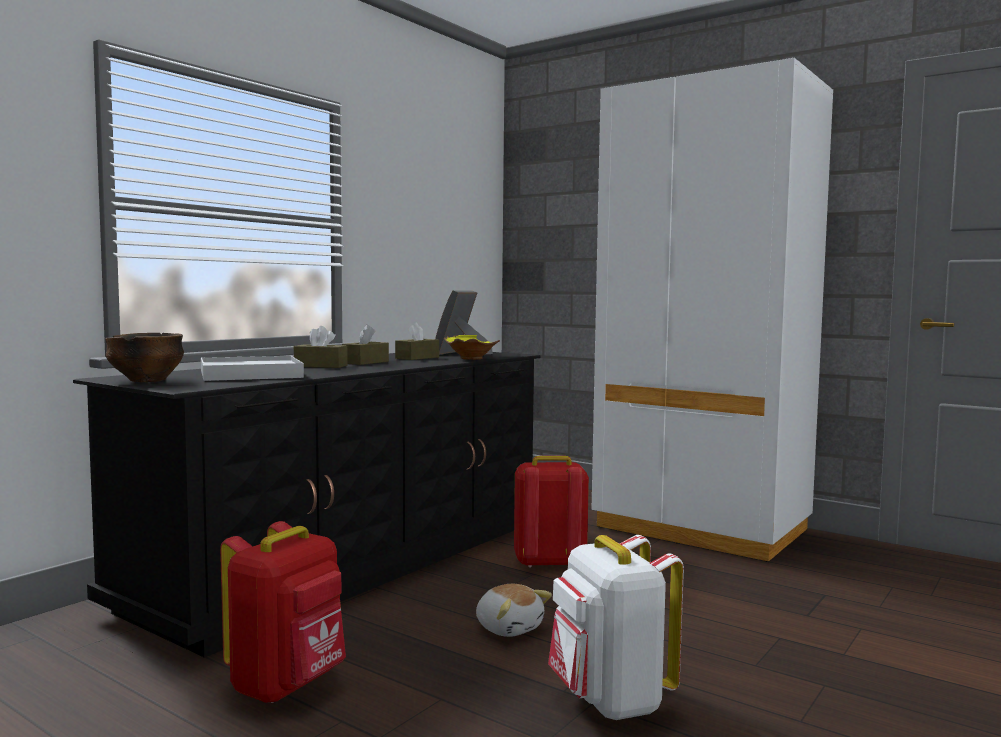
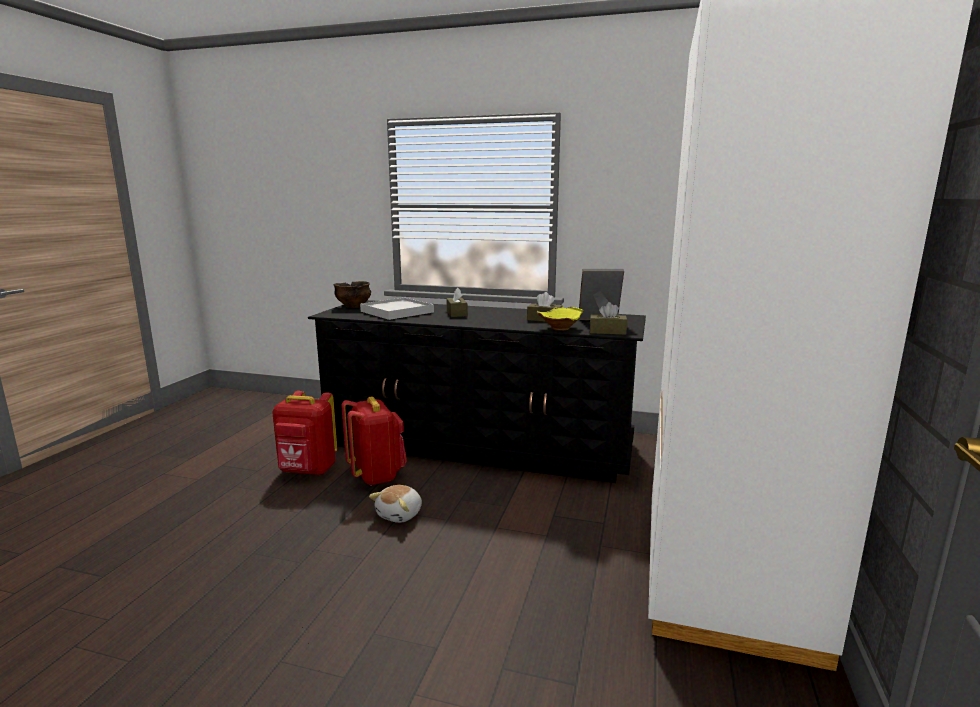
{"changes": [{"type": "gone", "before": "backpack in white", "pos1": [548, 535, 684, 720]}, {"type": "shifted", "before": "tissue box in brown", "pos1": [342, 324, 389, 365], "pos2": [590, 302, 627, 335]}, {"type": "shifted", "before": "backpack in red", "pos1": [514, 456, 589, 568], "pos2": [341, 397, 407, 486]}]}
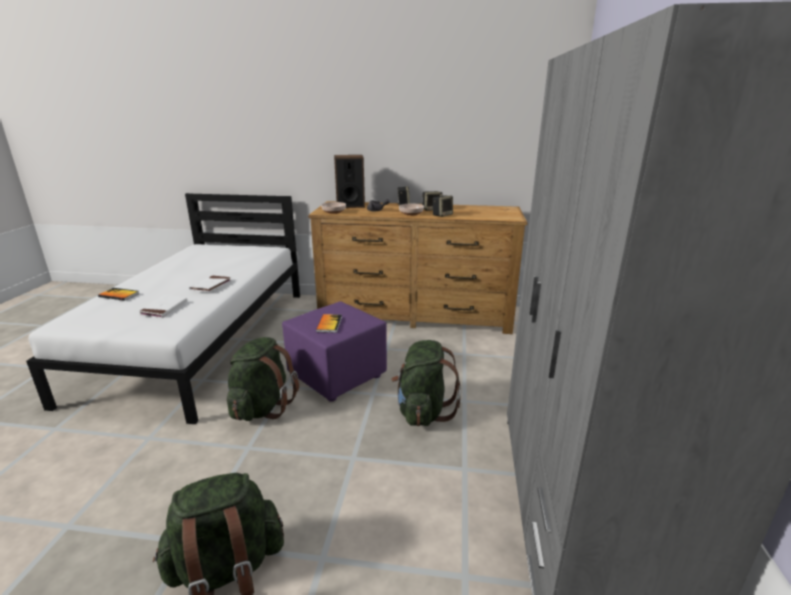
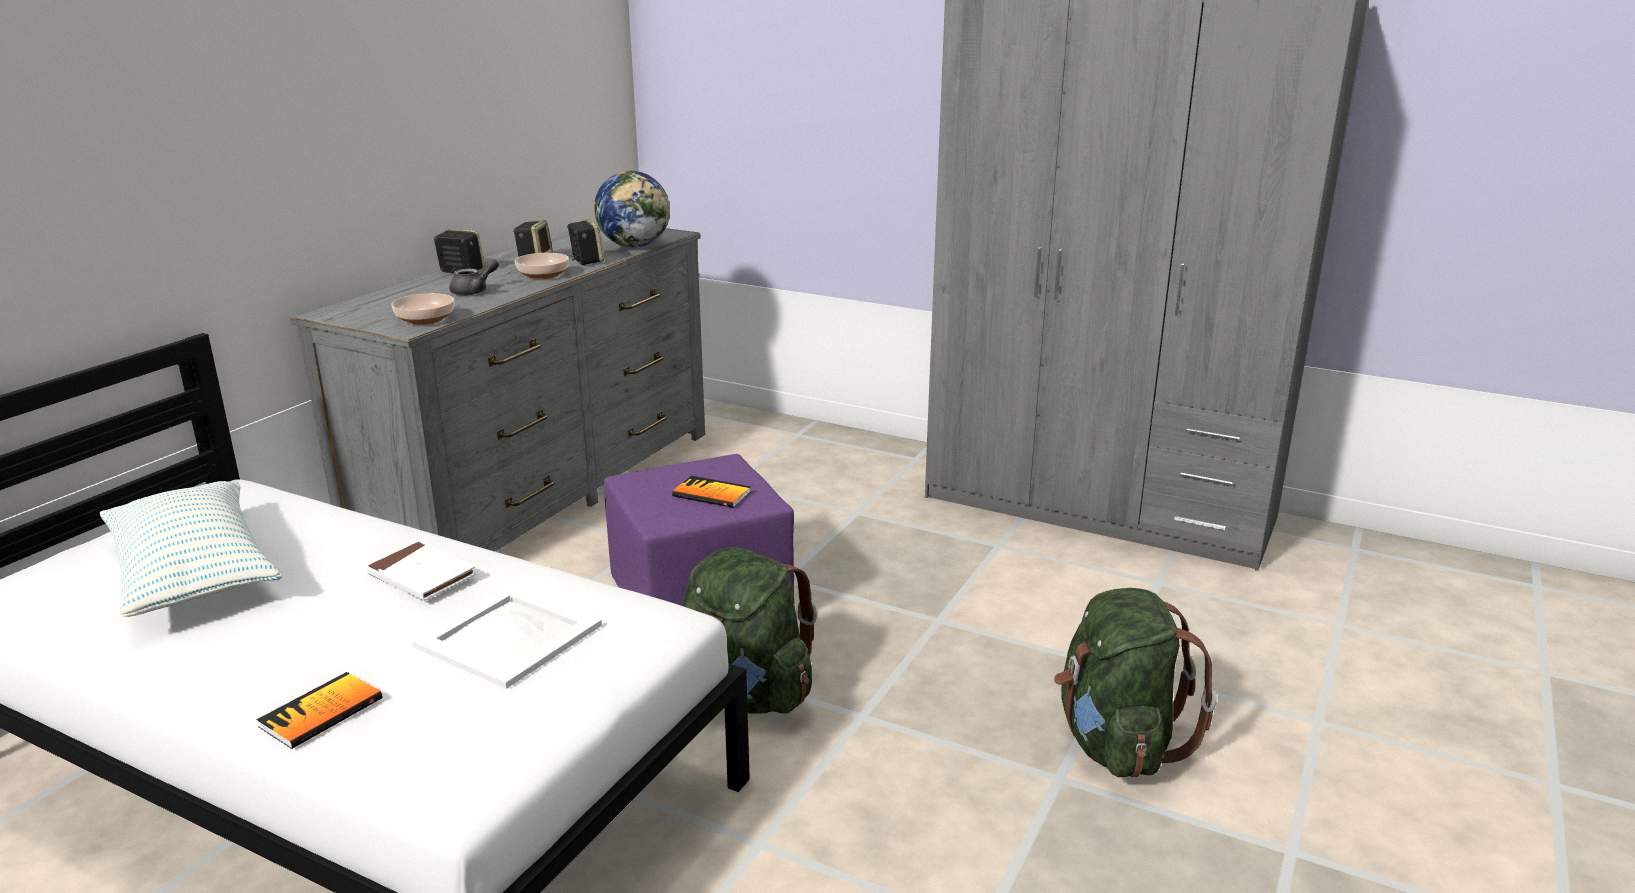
{"changes": [{"type": "gone", "before": "audio speaker", "pos1": [334, 155, 365, 208]}, {"type": "gone", "before": "backpack in greenish", "pos1": [391, 340, 461, 426]}, {"type": "new", "after": "cushion", "pos2": [100, 481, 282, 617]}, {"type": "new", "after": "world globe", "pos2": [594, 171, 670, 247]}, {"type": "swapped", "before": "bound book in white", "after": "serving tray in white", "pos1": [138, 295, 187, 318], "pos2": [412, 585, 602, 689]}, {"type": "repainted", "before": "dresser in brown", "after": "dresser in greyish", "pos1": [308, 201, 528, 334], "pos2": [290, 221, 705, 552]}]}
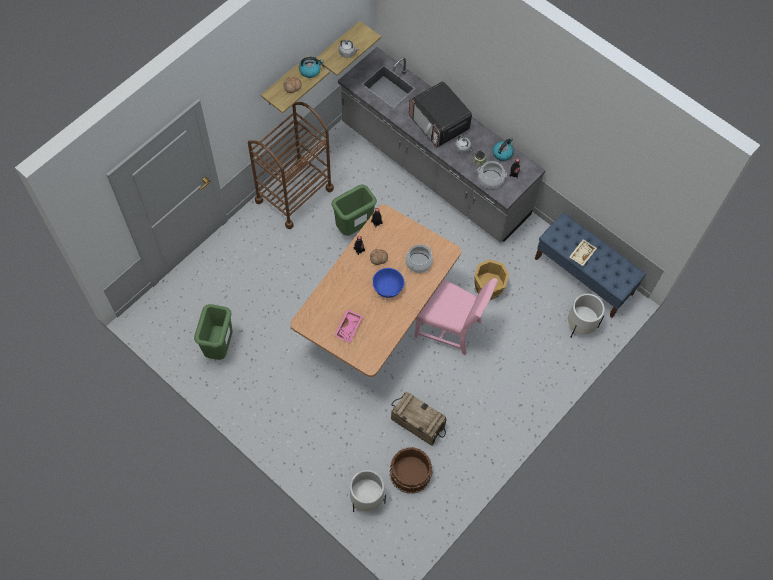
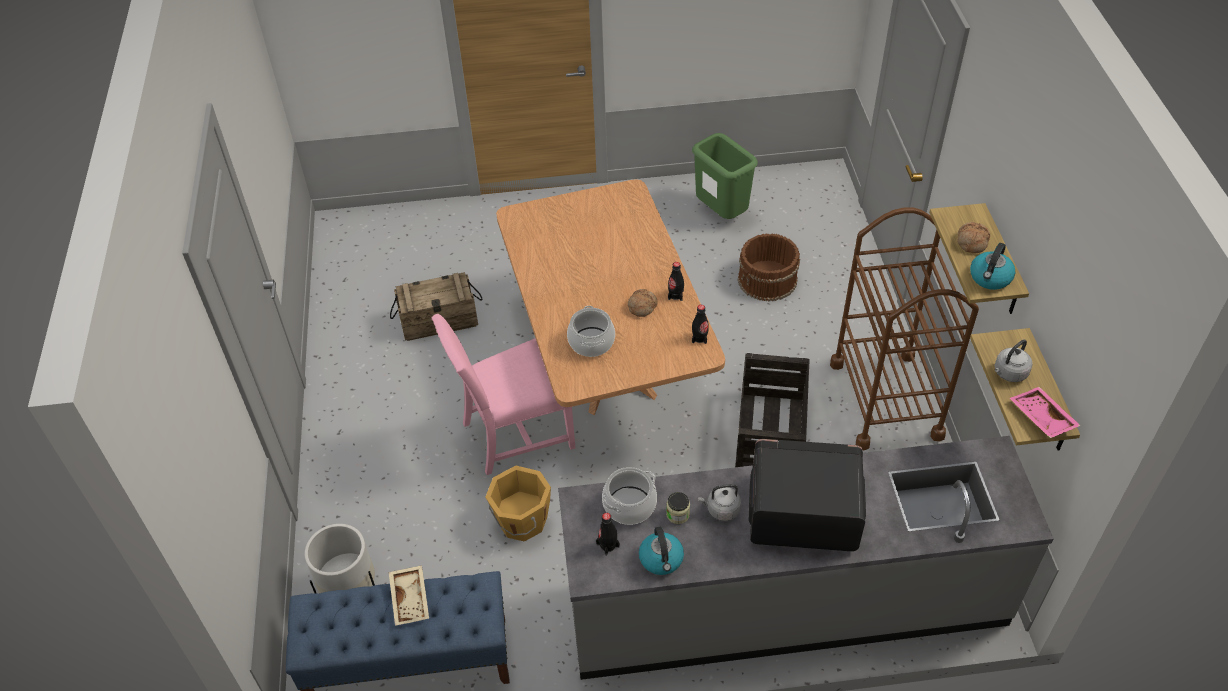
{"changes": [{"type": "gone", "before": "planter in white", "pos1": [350, 470, 386, 512]}, {"type": "gone", "before": "bowl in blue", "pos1": [372, 268, 404, 298]}, {"type": "shifted", "before": "serving tray in pinkish", "pos1": [334, 309, 363, 342], "pos2": [1010, 387, 1081, 438]}, {"type": "shifted", "before": "bucket in brown", "pos1": [389, 447, 433, 494], "pos2": [738, 233, 800, 302]}, {"type": "swapped", "before": "rubbish bin in greenish", "after": "crate", "pos1": [332, 185, 377, 236], "pos2": [735, 353, 810, 467]}]}
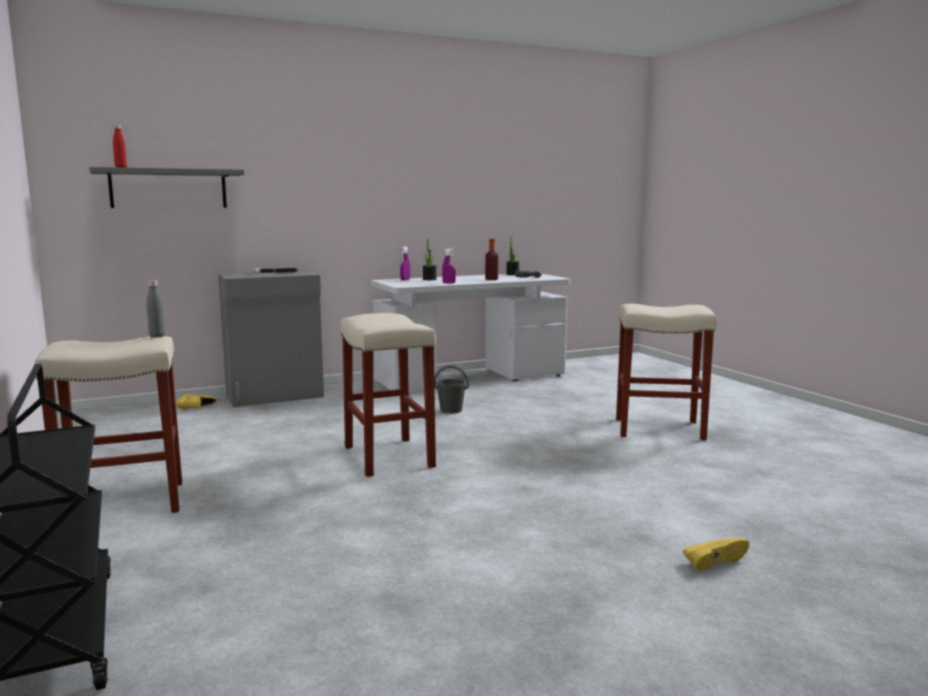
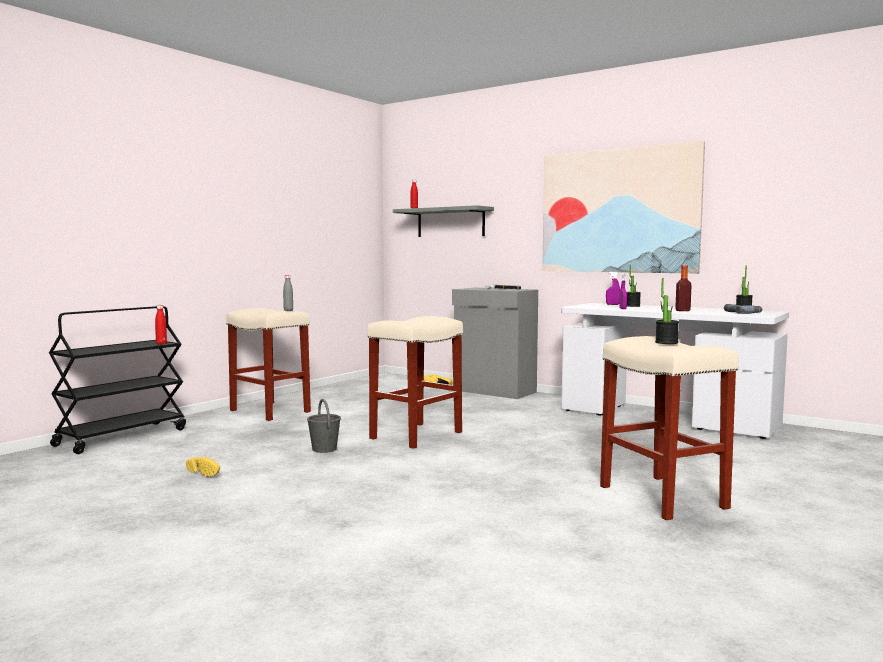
{"changes": [{"type": "new", "after": "bottle in red", "pos2": [155, 305, 167, 344]}, {"type": "new", "after": "picture", "pos2": [542, 141, 705, 274]}, {"type": "new", "after": "houseplant", "pos2": [655, 278, 679, 344]}, {"type": "shifted", "before": "bucket in greyish", "pos1": [434, 366, 469, 414], "pos2": [307, 399, 341, 453]}, {"type": "shifted", "before": "low shoe in yellow-coloured", "pos1": [683, 538, 750, 571], "pos2": [186, 457, 220, 477]}]}
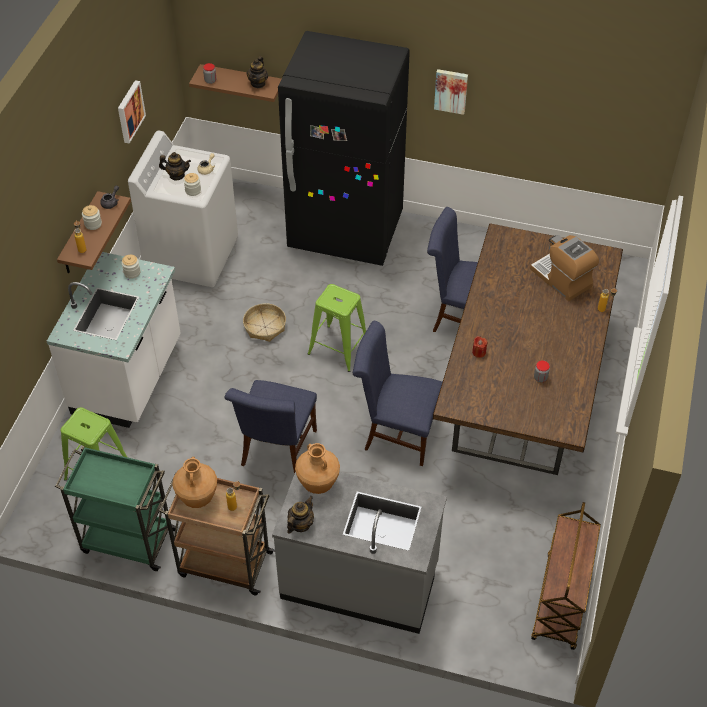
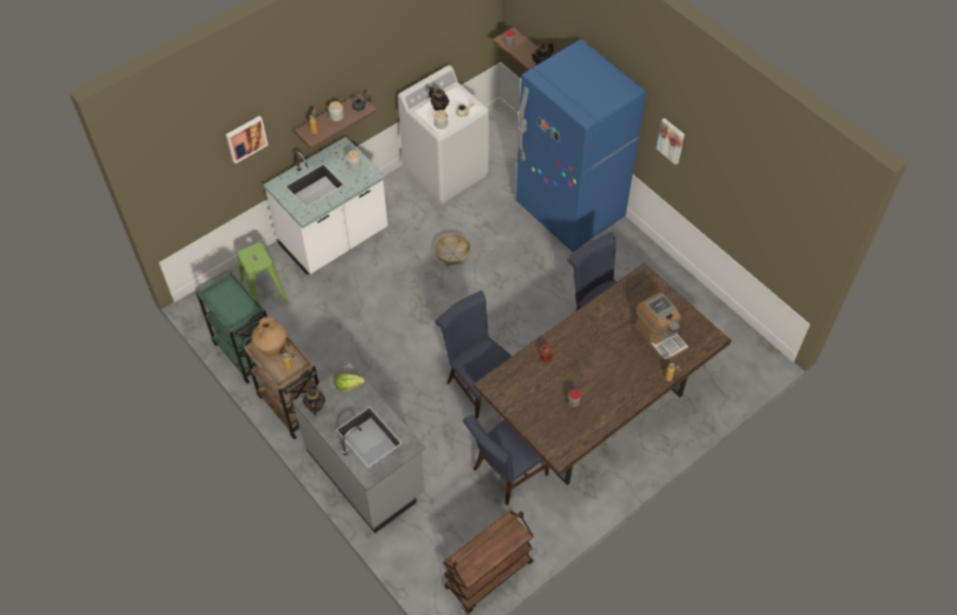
{"changes": [{"type": "gone", "before": "sitting stool in greenish", "pos1": [308, 284, 366, 372]}, {"type": "shifted", "before": "picture", "pos1": [118, 80, 146, 144], "pos2": [226, 116, 268, 164]}, {"type": "shifted", "before": "plain chair in blue", "pos1": [224, 380, 317, 474], "pos2": [463, 416, 549, 506]}, {"type": "swapped", "before": "vase in brown", "after": "lettuce", "pos1": [295, 443, 340, 494], "pos2": [335, 374, 365, 392]}, {"type": "repainted", "before": "kitchen fridge in black", "after": "kitchen fridge in blue", "pos1": [278, 31, 410, 266], "pos2": [516, 39, 646, 252]}, {"type": "rotated", "before": "tea pot", "pos1": [287, 496, 314, 534], "pos2": [303, 381, 326, 416], "turn": -75}, {"type": "rotated", "before": "coffee maker", "pos1": [530, 235, 599, 301], "pos2": [634, 292, 689, 363], "turn": 150}]}
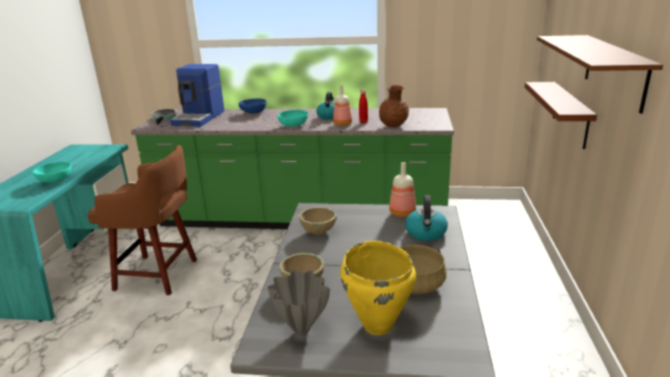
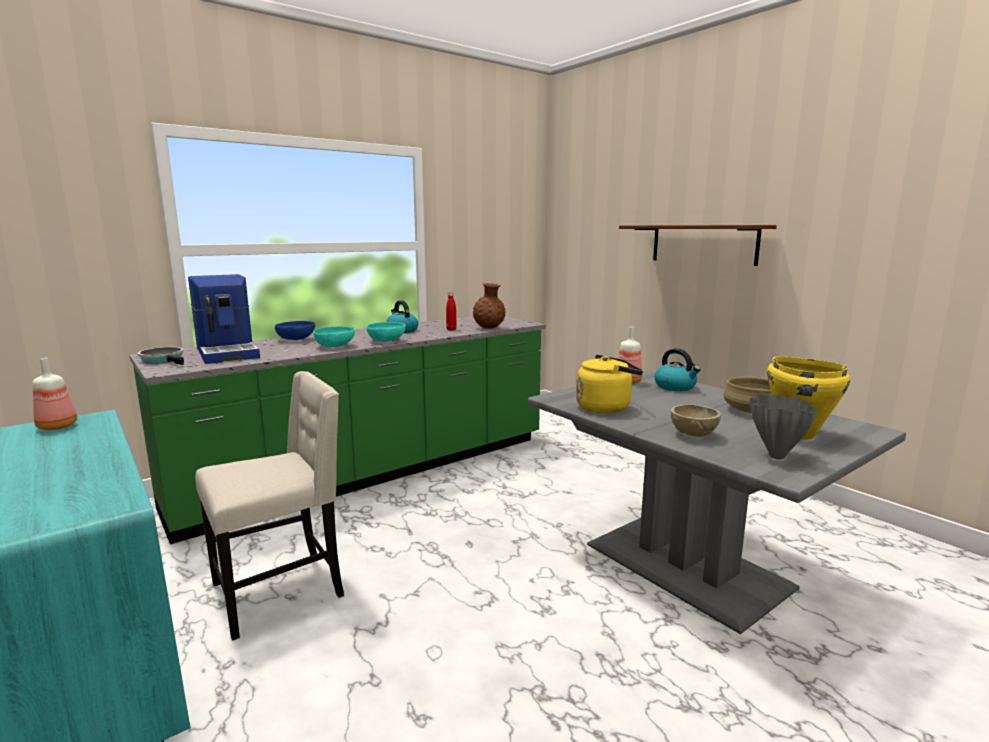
{"changes": [{"type": "gone", "before": "wall shelf in brown", "pos1": [525, 82, 597, 149]}, {"type": "shifted", "before": "bowl in turquoise-coloured", "pos1": [33, 162, 71, 183], "pos2": [313, 326, 355, 347]}, {"type": "shifted", "before": "bottle", "pos1": [333, 85, 352, 126], "pos2": [32, 358, 77, 430]}, {"type": "swapped", "before": "sitting stool in brown", "after": "plain chair in sand-coloured", "pos1": [87, 145, 197, 295], "pos2": [195, 371, 344, 641]}, {"type": "swapped", "before": "bowl in sand-coloured", "after": "kettle in yellow-coloured", "pos1": [299, 207, 337, 235], "pos2": [576, 355, 643, 413]}]}
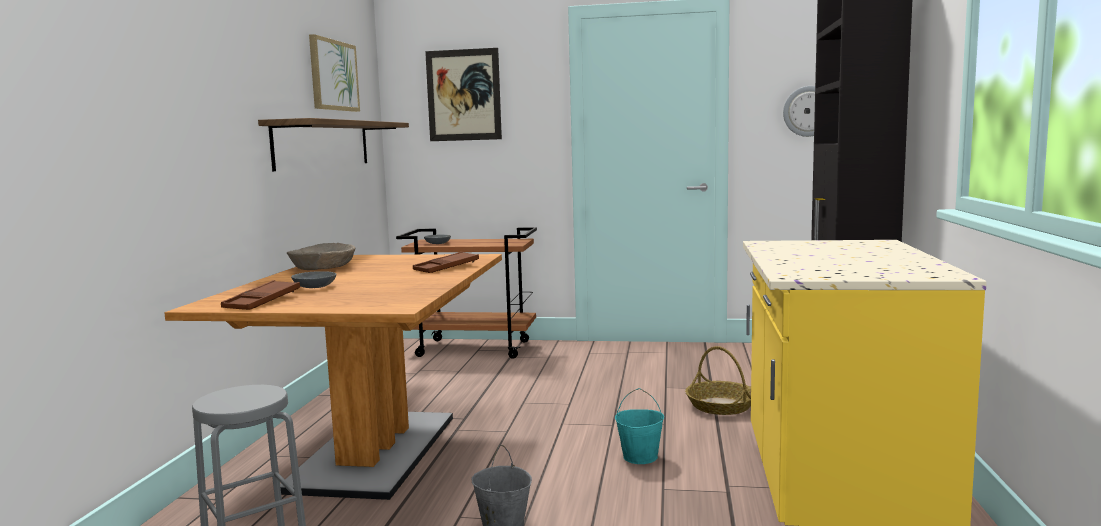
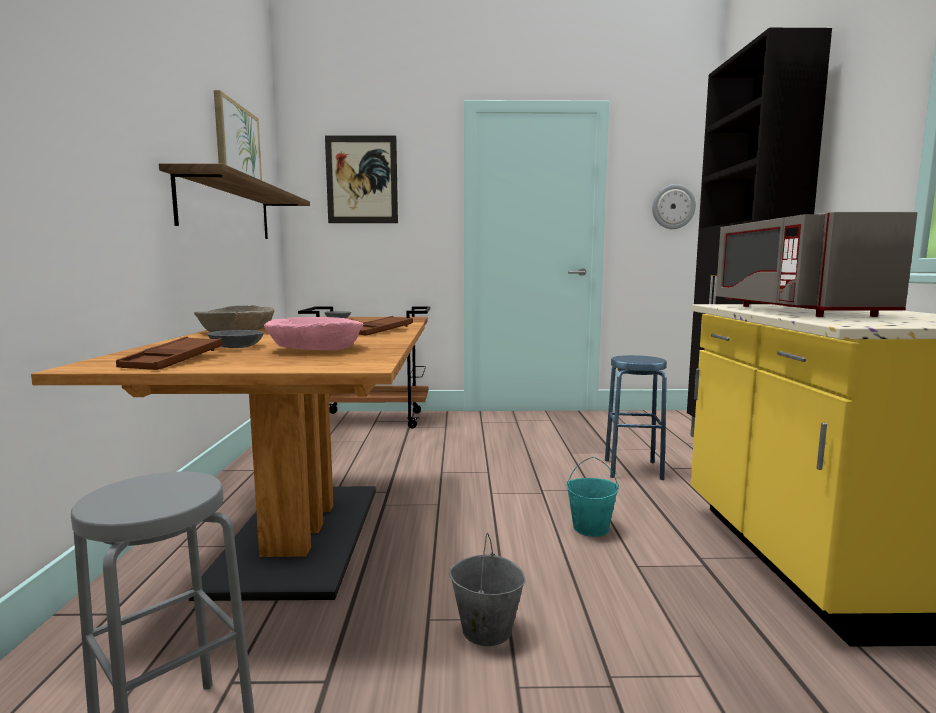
{"changes": [{"type": "new", "after": "bowl in pinkish", "pos2": [264, 317, 363, 350]}, {"type": "new", "after": "microwave oven in greyish", "pos2": [716, 212, 917, 317]}, {"type": "swapped", "before": "basket", "after": "sitting stool in blue", "pos1": [685, 346, 751, 415], "pos2": [605, 355, 667, 480]}]}
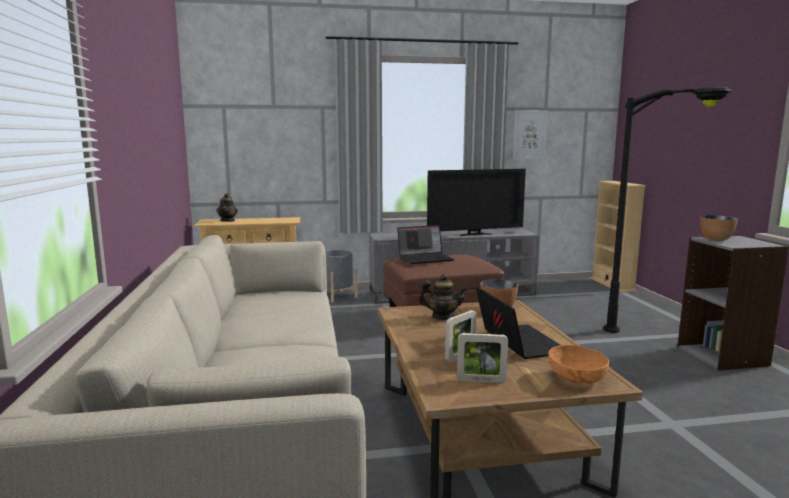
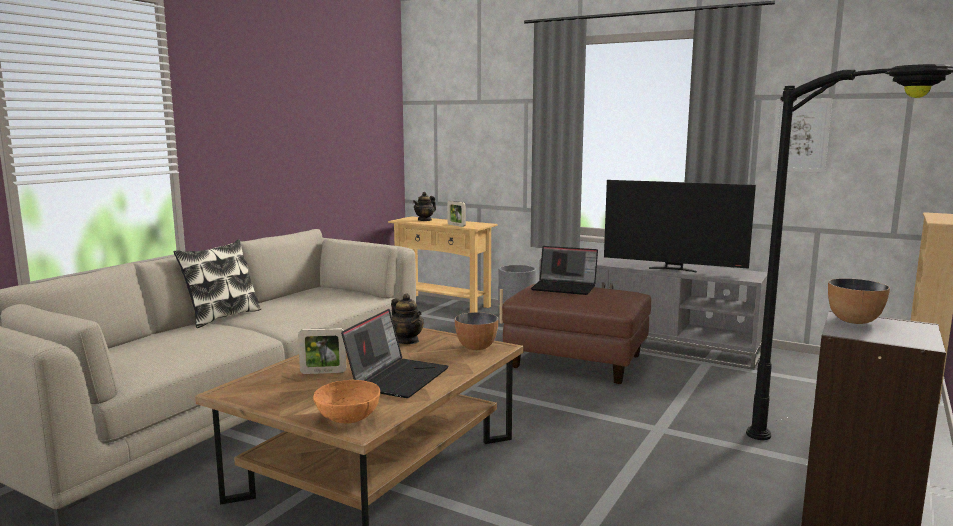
{"changes": [{"type": "new", "after": "cushion", "pos2": [174, 239, 261, 328]}, {"type": "shifted", "before": "standing frame", "pos1": [457, 333, 508, 383], "pos2": [447, 201, 466, 227]}]}
